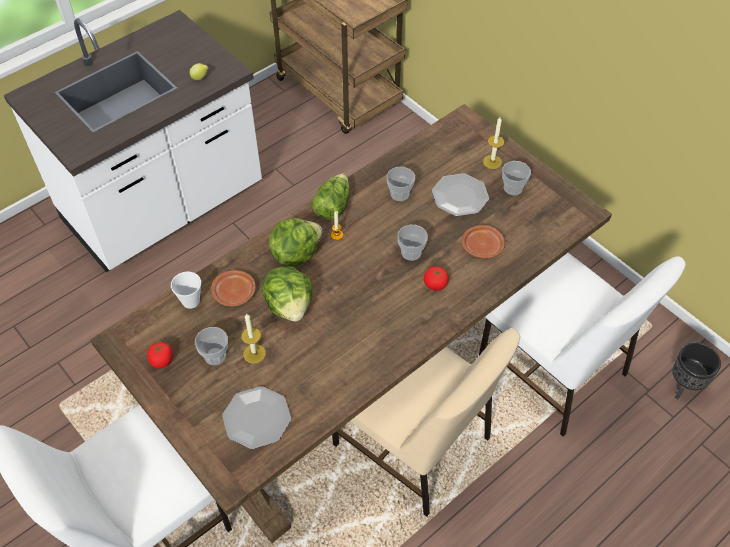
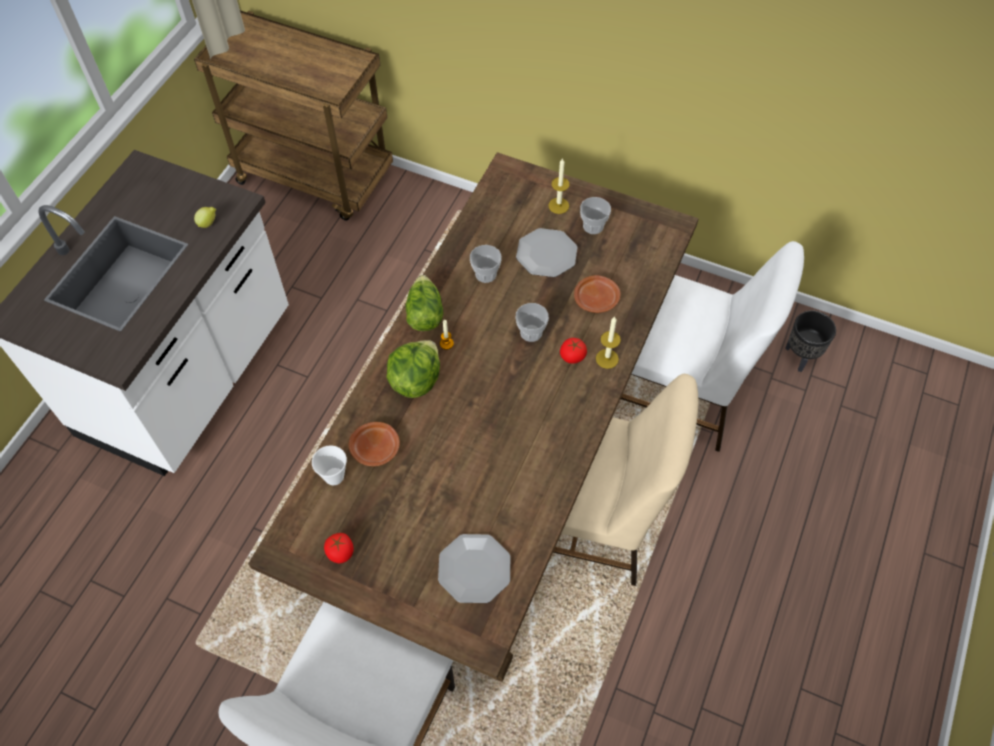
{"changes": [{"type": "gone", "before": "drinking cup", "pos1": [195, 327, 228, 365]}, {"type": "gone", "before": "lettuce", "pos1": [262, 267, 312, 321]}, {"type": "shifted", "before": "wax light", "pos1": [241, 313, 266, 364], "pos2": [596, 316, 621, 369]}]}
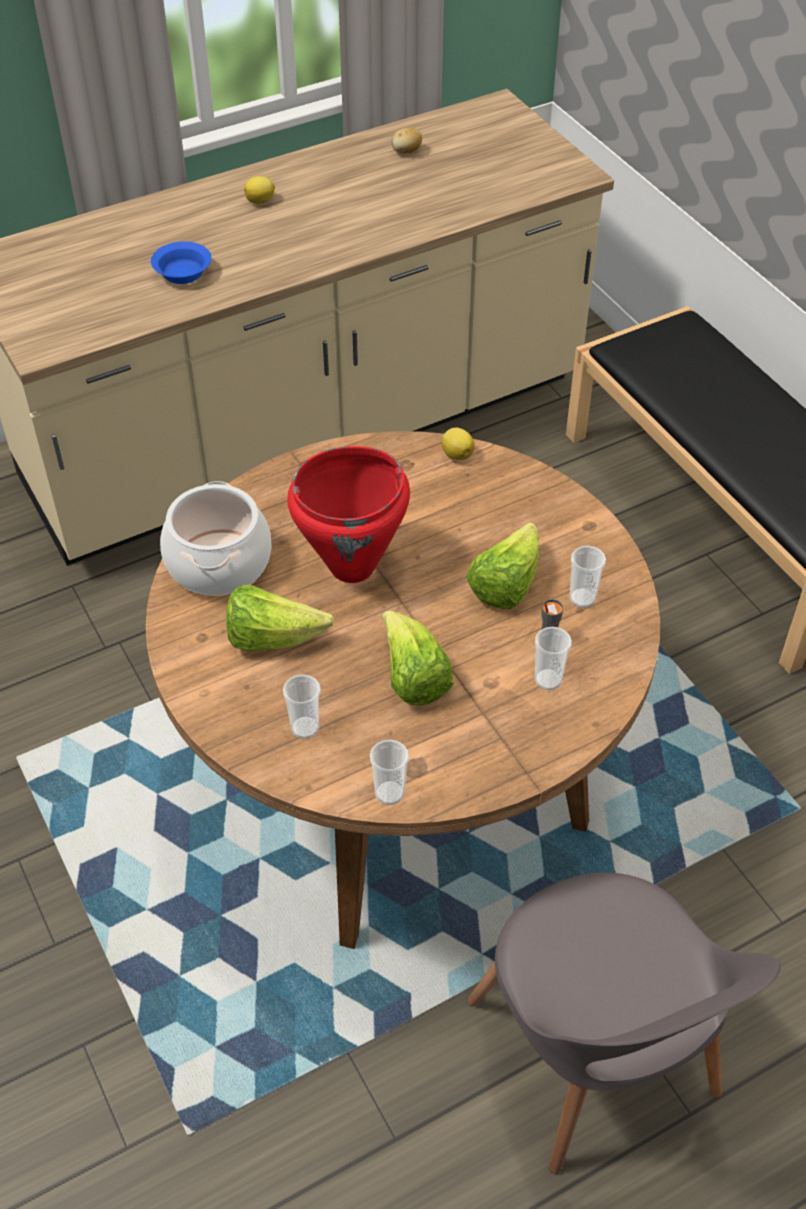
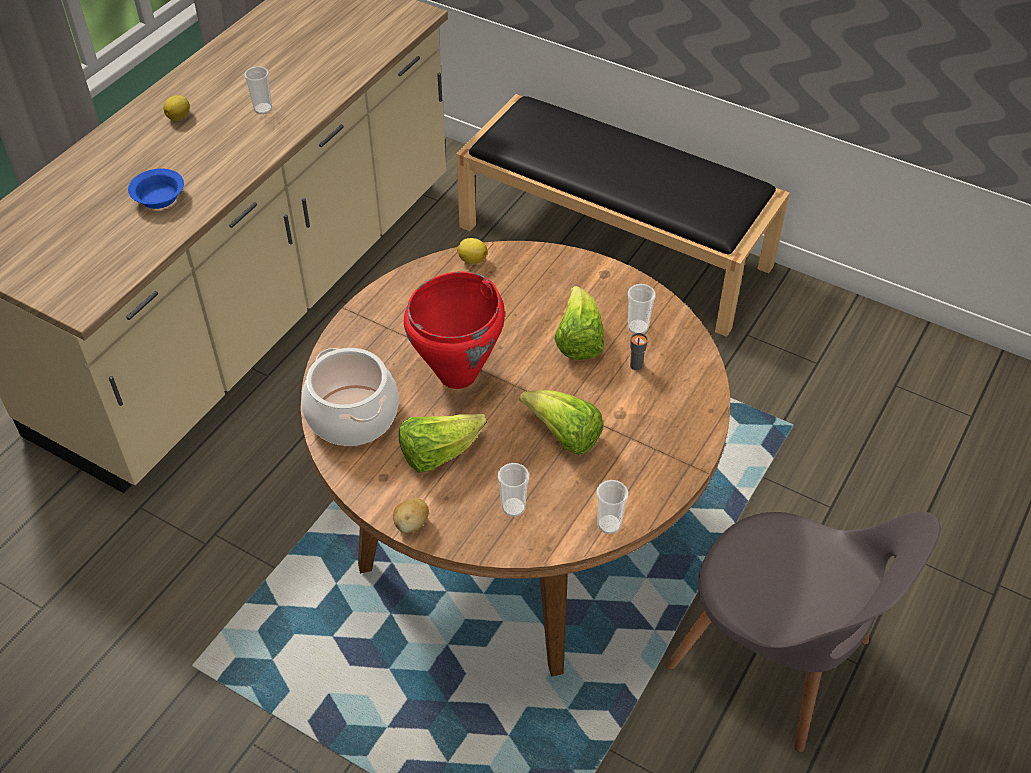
{"changes": [{"type": "shifted", "before": "spud", "pos1": [391, 127, 422, 154], "pos2": [393, 498, 429, 533]}, {"type": "shifted", "before": "drinking cup", "pos1": [535, 626, 572, 690], "pos2": [244, 66, 272, 114]}]}
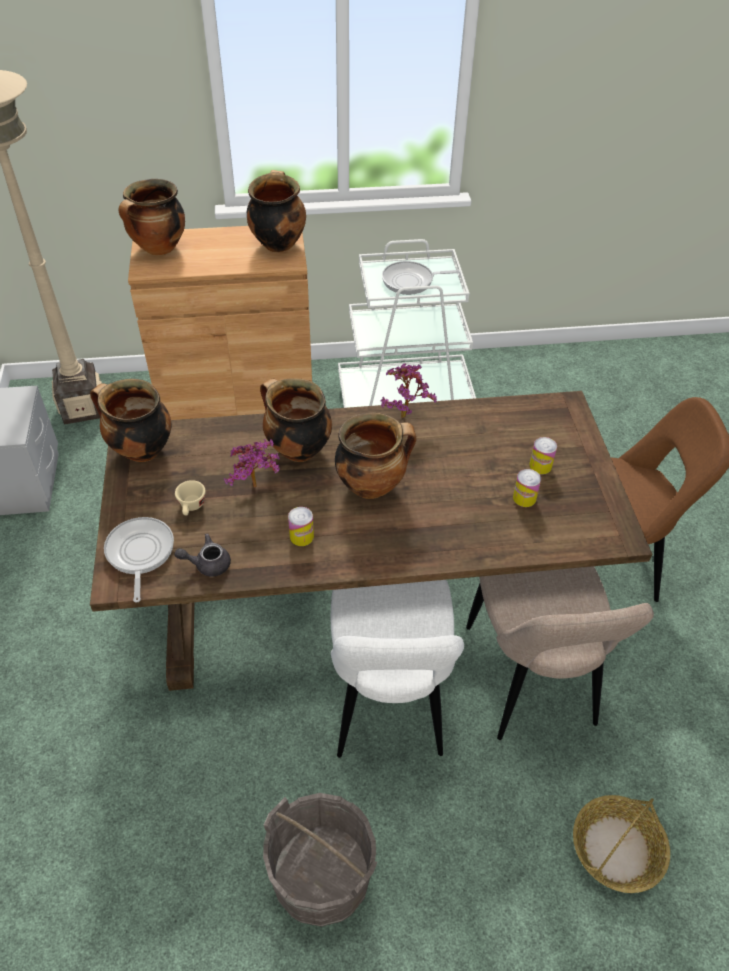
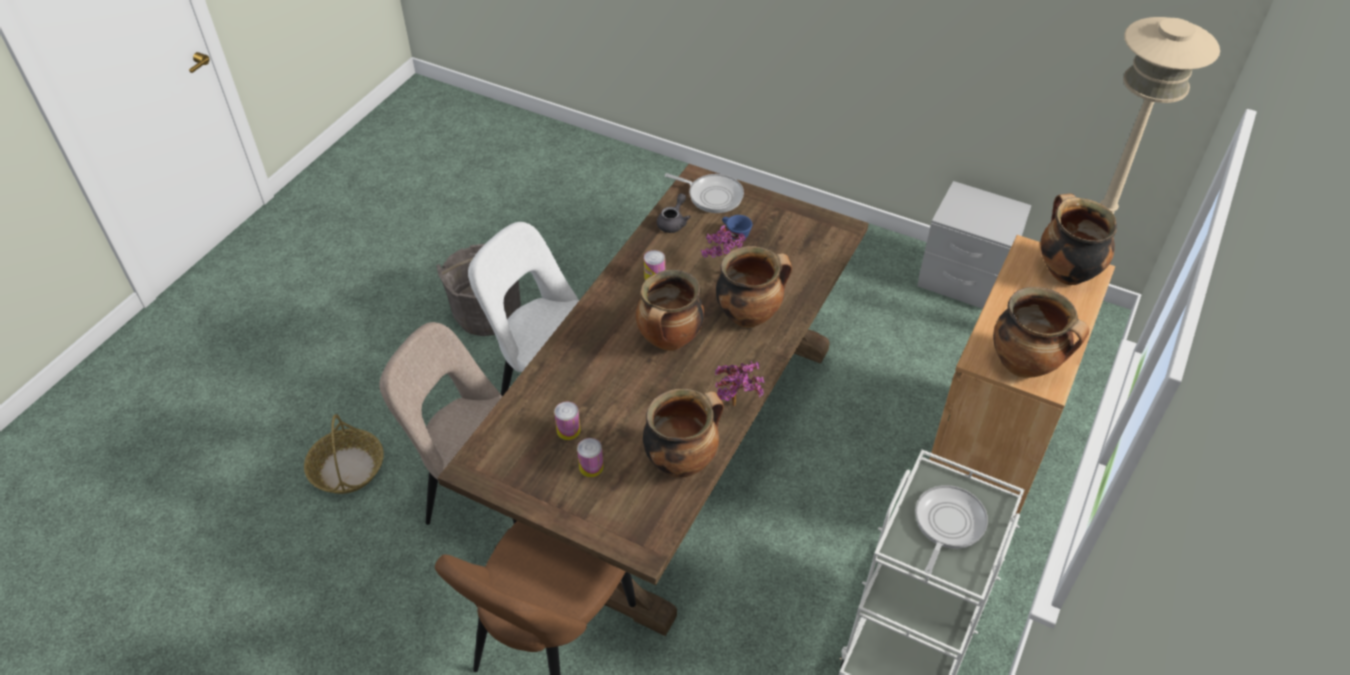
{"changes": [{"type": "shifted", "before": "cooking pot", "pos1": [90, 379, 172, 462], "pos2": [643, 389, 724, 478]}, {"type": "repainted", "before": "drinking cup in sand-coloured", "after": "drinking cup in blue", "pos1": [175, 480, 206, 515], "pos2": [722, 215, 752, 240]}]}
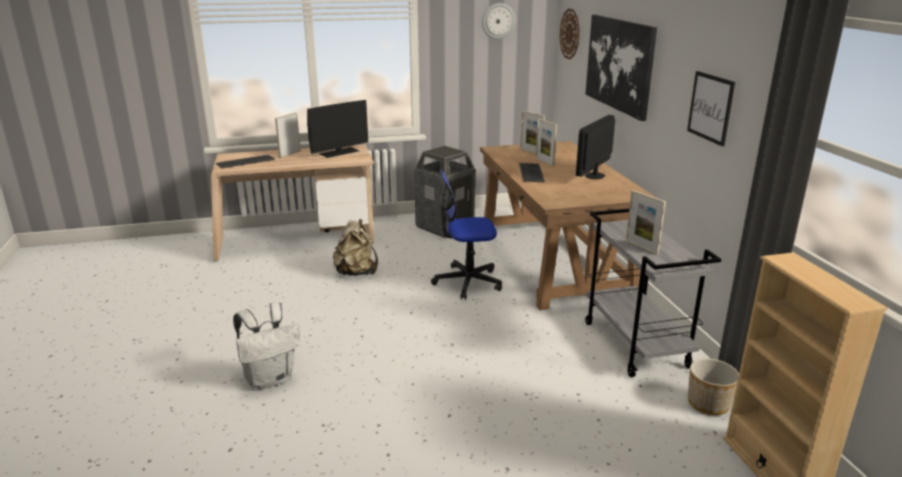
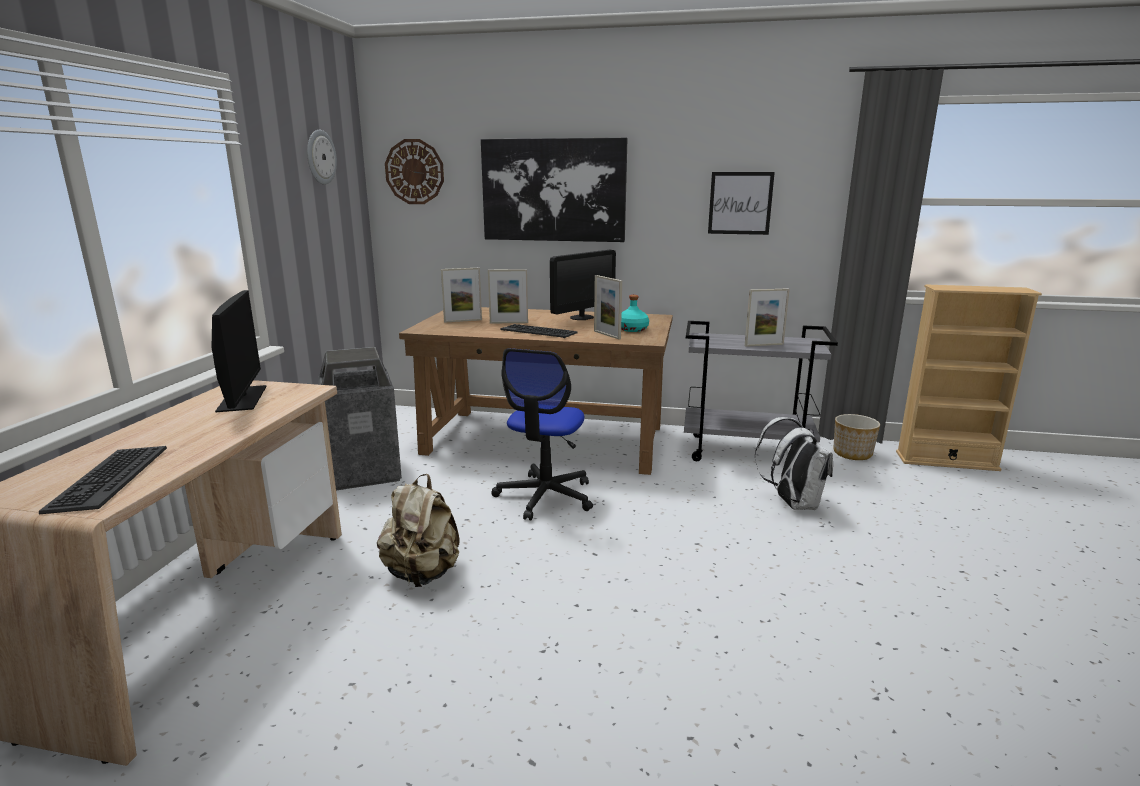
{"changes": [{"type": "new", "after": "bottle in turquoise-coloured", "pos2": [621, 295, 649, 332]}, {"type": "shifted", "before": "backpack in white", "pos1": [233, 302, 300, 390], "pos2": [755, 417, 833, 510]}, {"type": "shifted", "before": "standing frame", "pos1": [275, 112, 301, 158], "pos2": [594, 275, 622, 339]}, {"type": "rotated", "before": "monitor", "pos1": [576, 115, 615, 179], "pos2": [550, 250, 616, 320], "turn": -105}]}
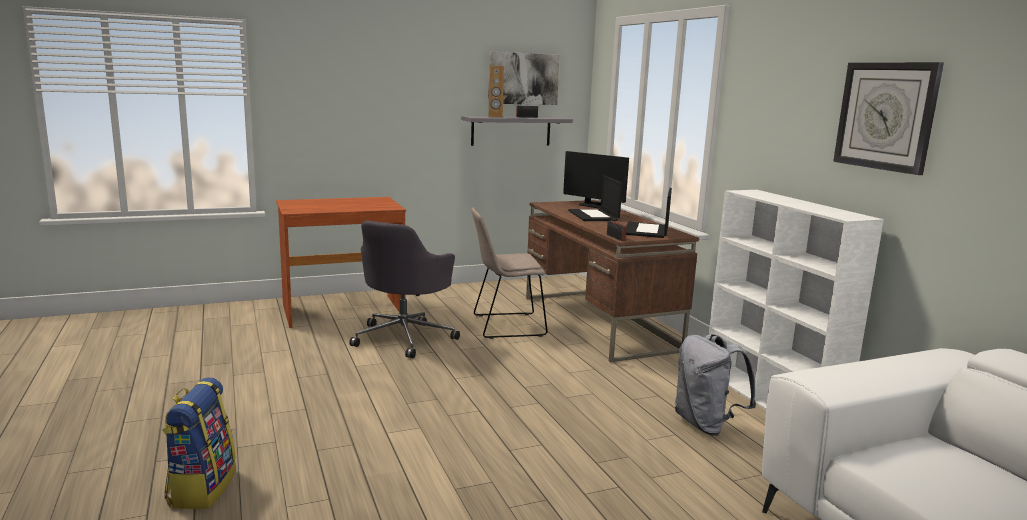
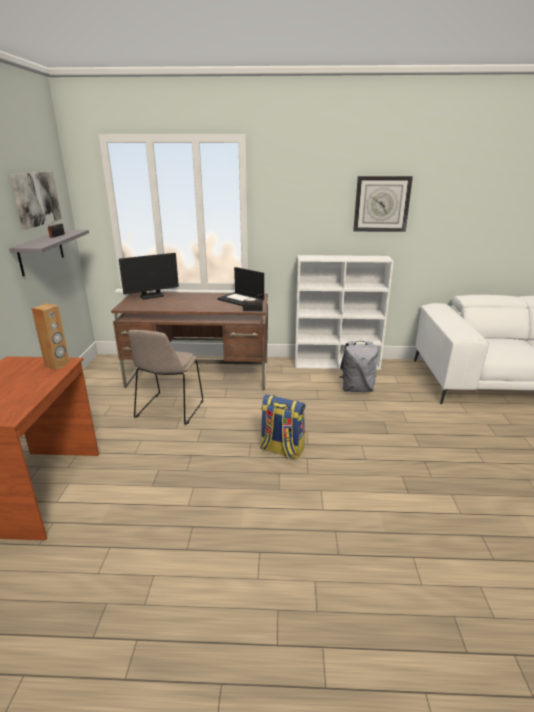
{"changes": [{"type": "gone", "before": "desk chair in greyish", "pos1": [349, 221, 460, 358]}, {"type": "gone", "before": "laptop", "pos1": [568, 175, 623, 221]}, {"type": "shifted", "before": "backpack", "pos1": [162, 378, 236, 509], "pos2": [260, 395, 305, 459]}, {"type": "shifted", "before": "audio speaker in brown", "pos1": [489, 65, 504, 118], "pos2": [32, 303, 70, 370]}]}
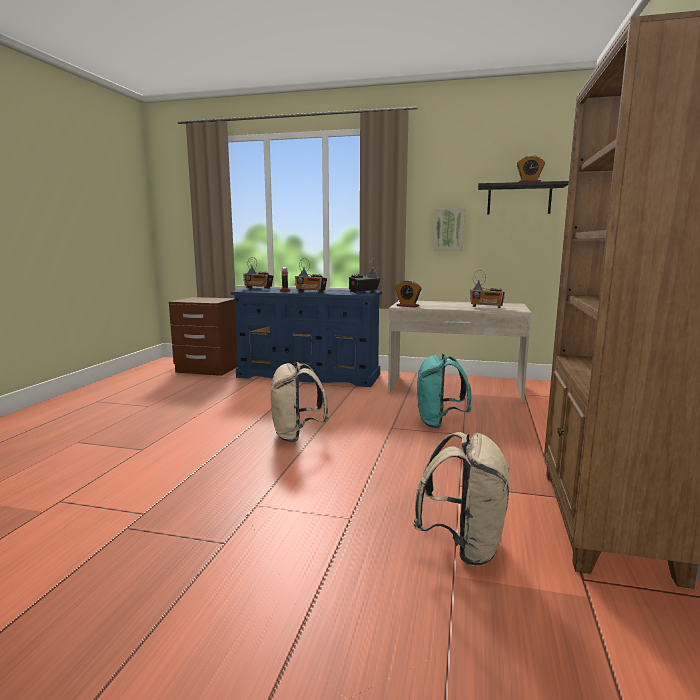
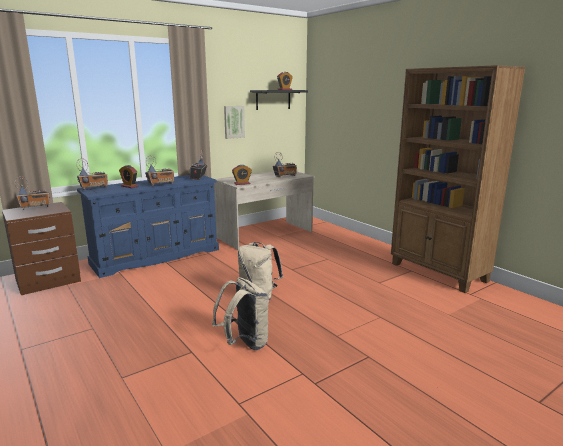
{"changes": [{"type": "gone", "before": "backpack in turquoise-coloured", "pos1": [417, 354, 471, 428]}, {"type": "new", "after": "radio receiver", "pos2": [15, 176, 50, 210]}, {"type": "shifted", "before": "backpack in sand-coloured", "pos1": [413, 432, 510, 566], "pos2": [212, 277, 269, 350]}]}
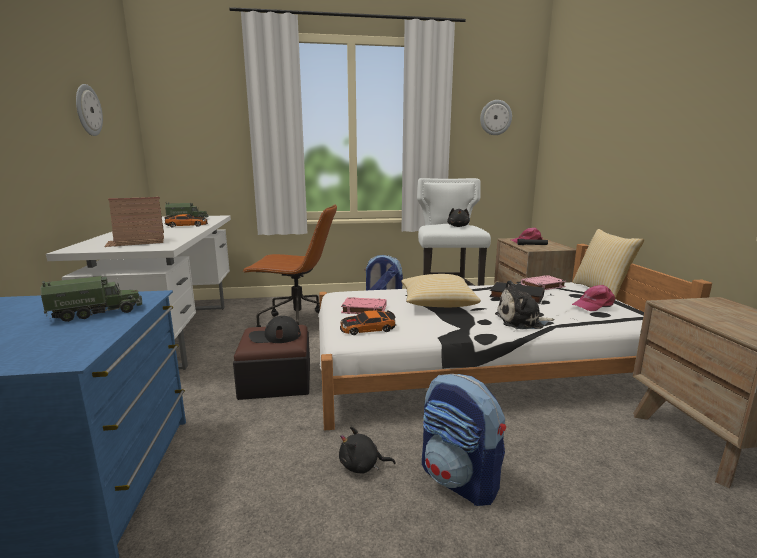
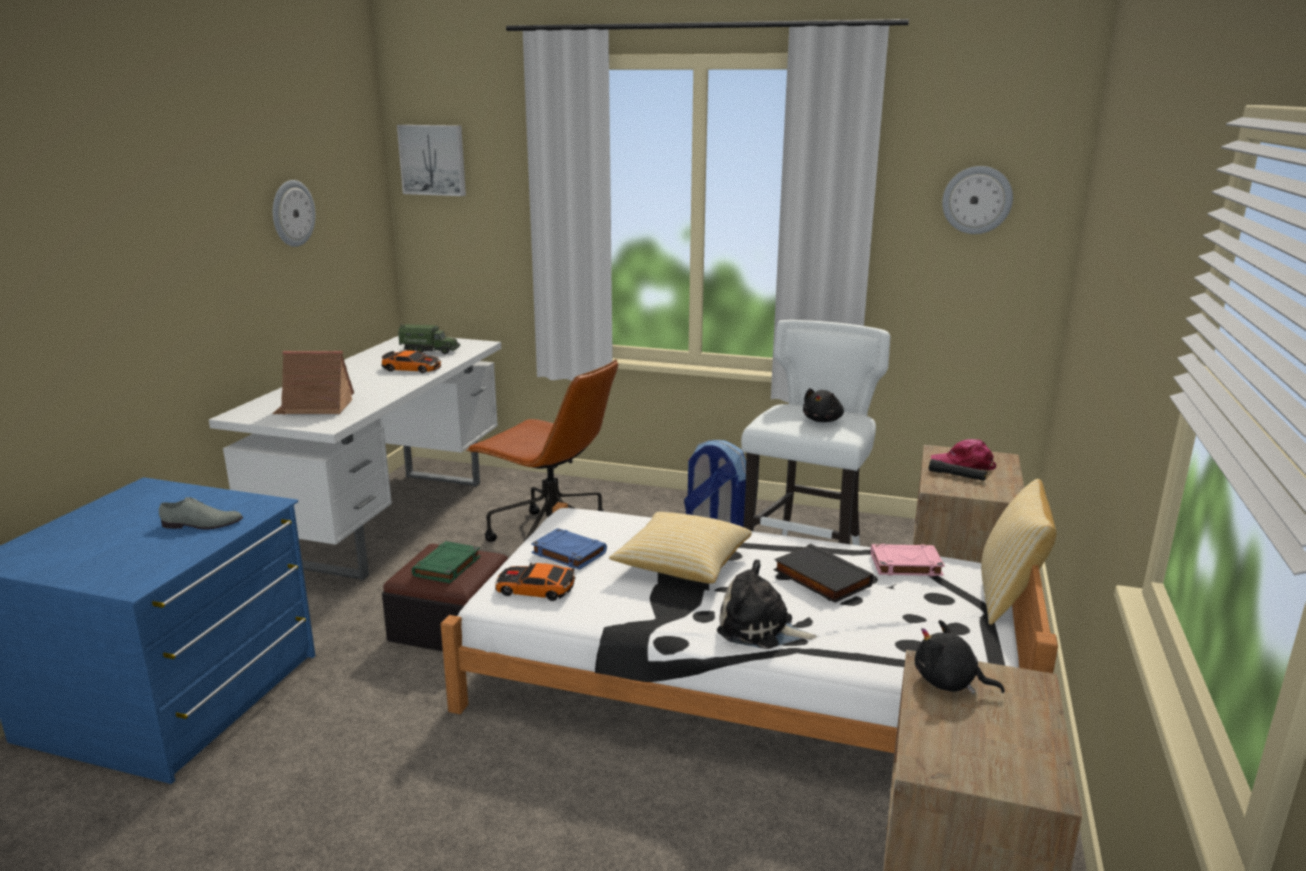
{"changes": [{"type": "gone", "before": "backpack", "pos1": [422, 374, 506, 506]}, {"type": "gone", "before": "baseball cap in pinkish", "pos1": [572, 285, 615, 311]}, {"type": "new", "after": "picture", "pos2": [397, 125, 466, 196]}, {"type": "shifted", "before": "soft toy in black", "pos1": [339, 426, 395, 473], "pos2": [914, 620, 1005, 694]}, {"type": "swapped", "before": "toy lorry", "after": "low shoe in greyish", "pos1": [40, 276, 142, 322], "pos2": [159, 497, 243, 530]}, {"type": "swapped", "before": "baseball cap in black", "after": "bound book in greenish", "pos1": [249, 316, 301, 343], "pos2": [412, 541, 481, 583]}, {"type": "repainted", "before": "bound book in pinkish", "after": "bound book in blue", "pos1": [341, 297, 387, 314], "pos2": [531, 528, 607, 570]}]}
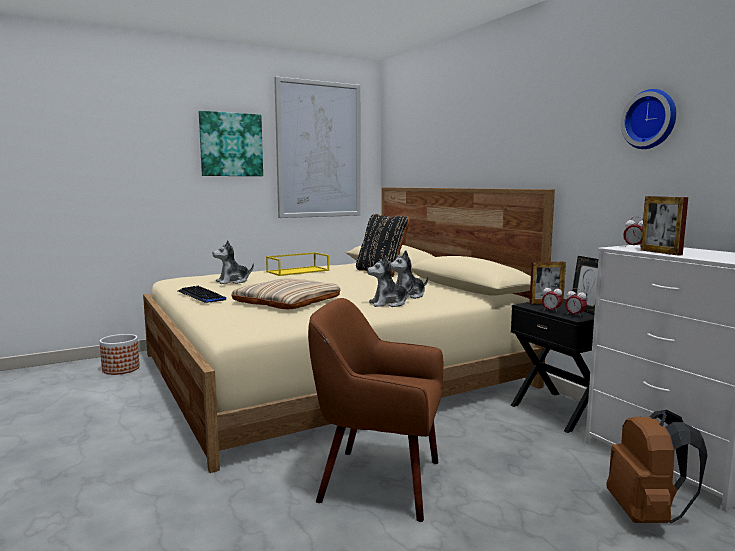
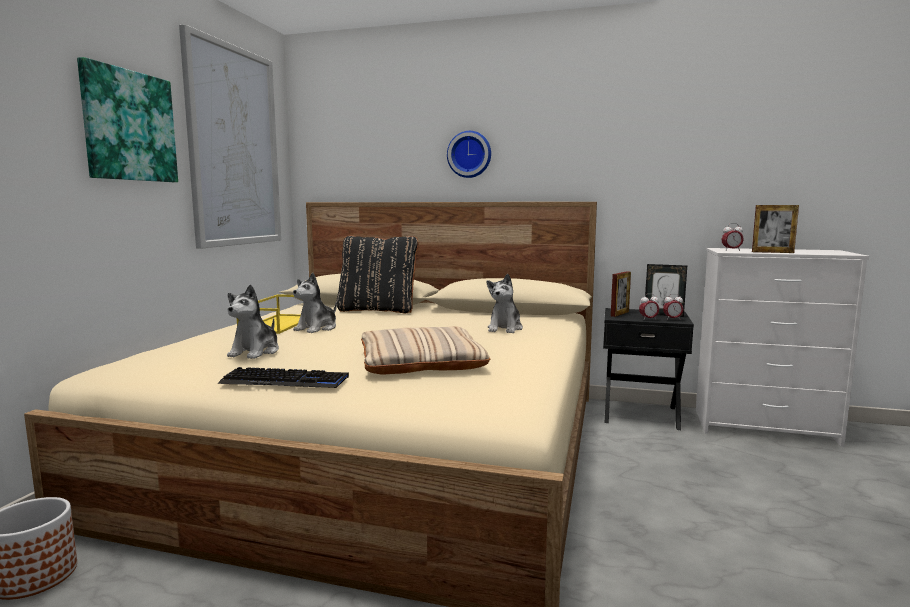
{"changes": [{"type": "gone", "before": "easy chair in brown", "pos1": [308, 298, 444, 522]}, {"type": "gone", "before": "backpack in brown", "pos1": [606, 410, 708, 523]}, {"type": "shifted", "before": "soft toy", "pos1": [367, 255, 414, 307], "pos2": [293, 273, 337, 333]}, {"type": "shifted", "before": "wall clock", "pos1": [621, 89, 676, 149], "pos2": [447, 131, 491, 178]}]}
